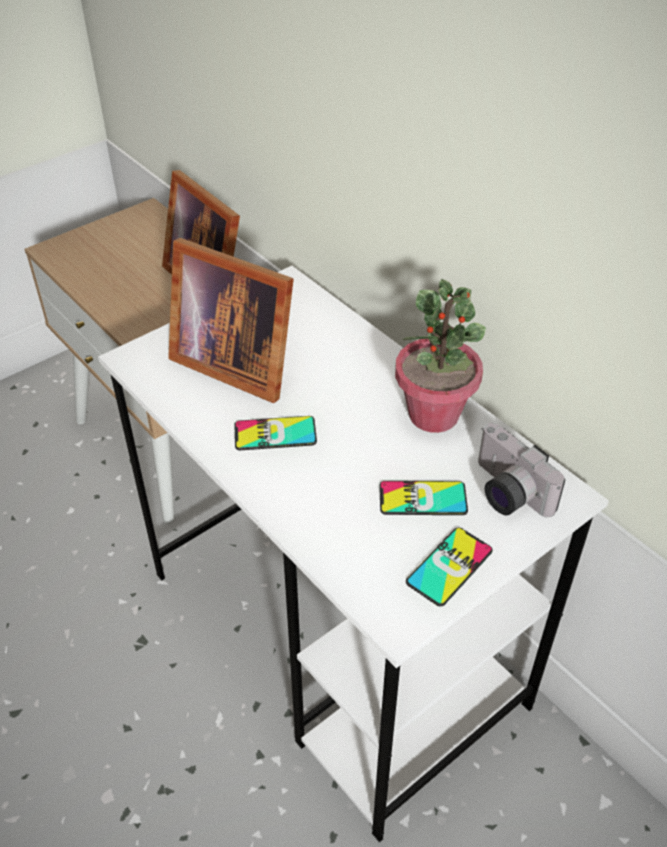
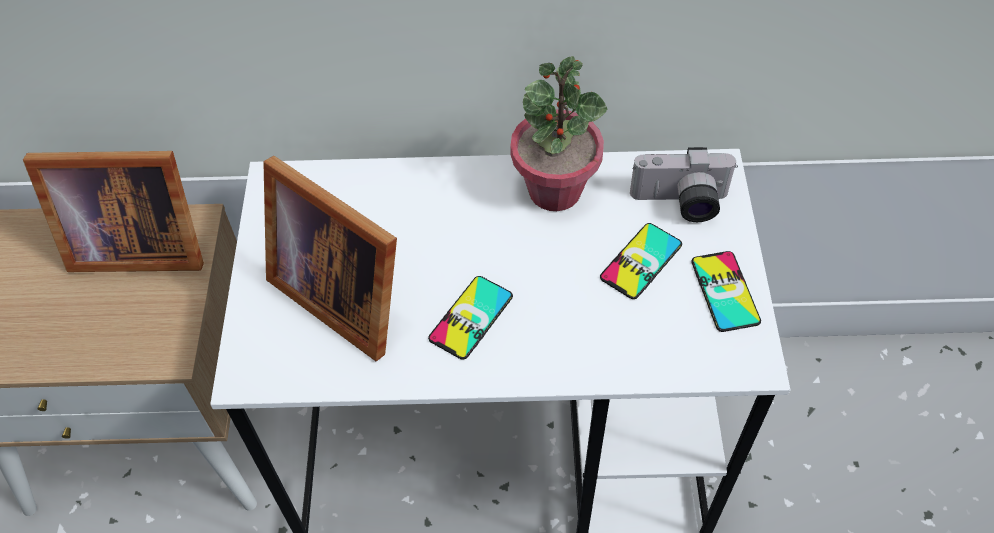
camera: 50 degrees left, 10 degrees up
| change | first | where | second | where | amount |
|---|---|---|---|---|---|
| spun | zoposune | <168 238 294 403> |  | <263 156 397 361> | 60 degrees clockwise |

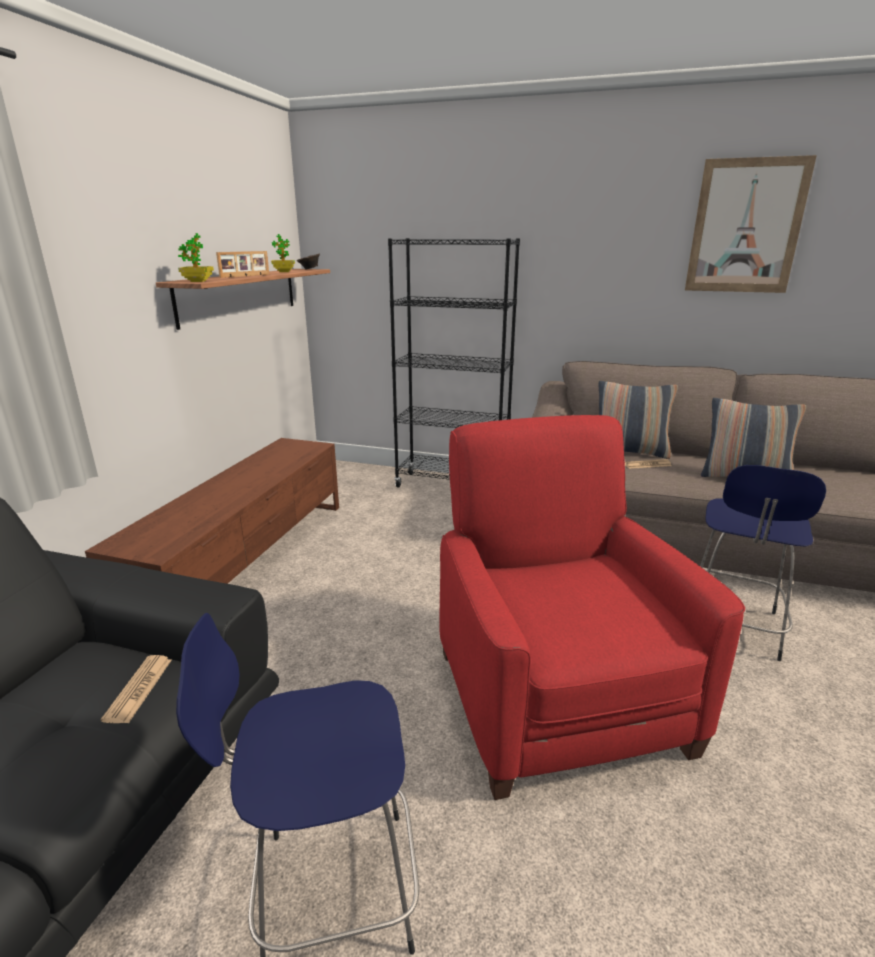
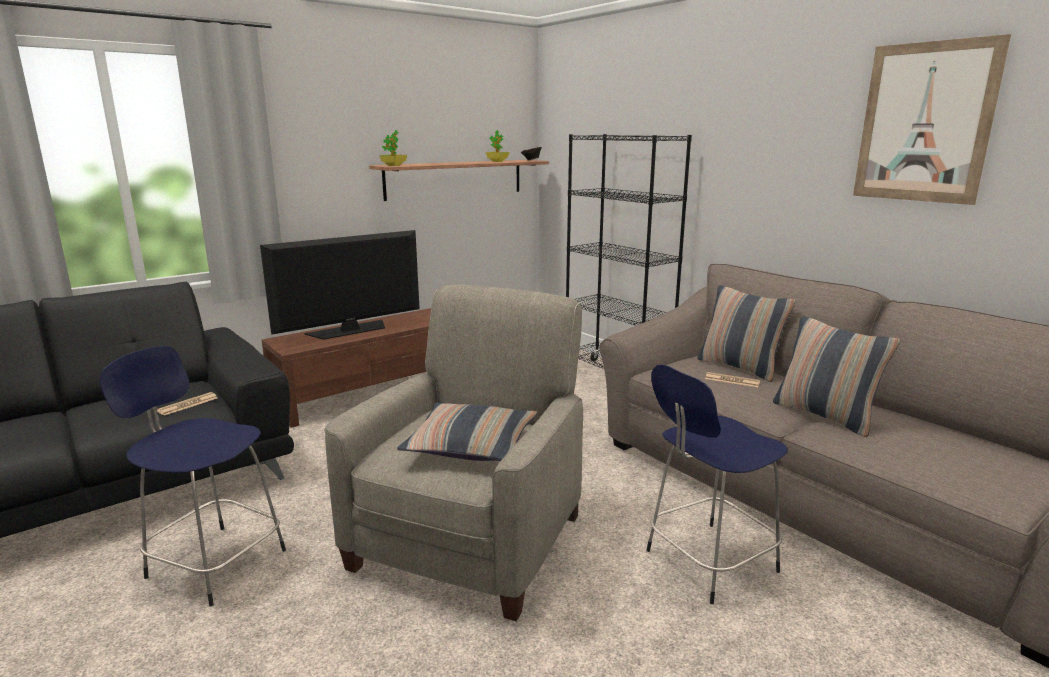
camera: 35 degrees right, 5 degrees down
| change | first | where | second | where | amount |
|---|---|---|---|---|---|
| missing | zoposune | <216 251 269 278> |  |  |  |
| colour | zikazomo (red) | <439 415 745 800> | zikazomo (beige) | <324 285 583 621> |  |
| appeared |  |  | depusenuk | <260 230 420 340> |  |
| appeared |  |  | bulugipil | <397 403 537 461> |  |

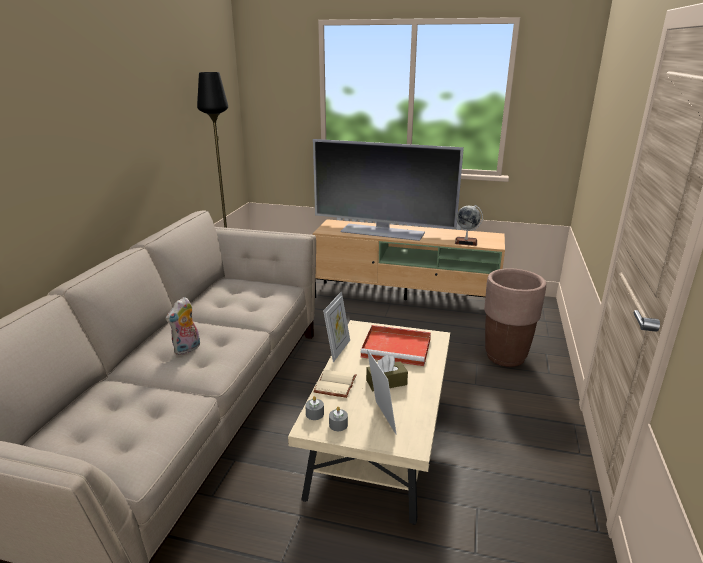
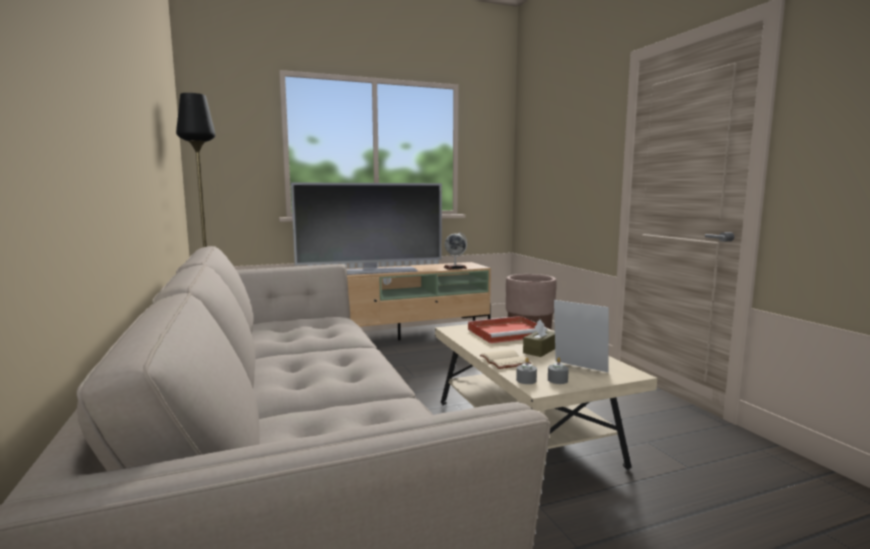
camera: 35 degrees left, 15 degrees down
| change | first | where | second | where | amount |
|---|---|---|---|---|---|
| missing | zoposune | <323 292 350 362> |  |  |  |
| missing | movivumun | <166 297 200 355> |  |  |  |

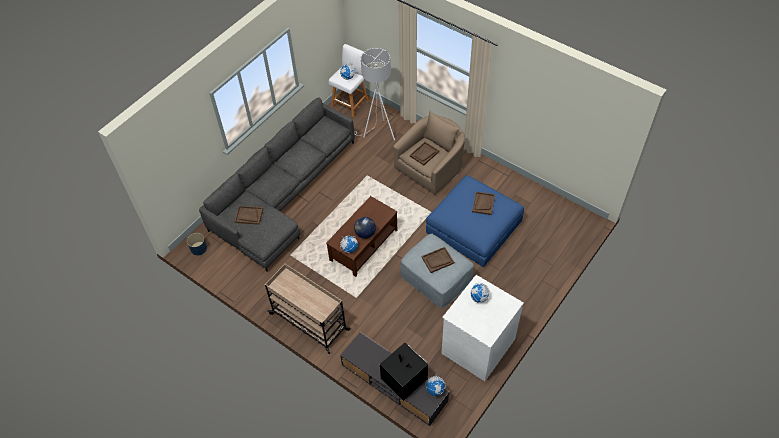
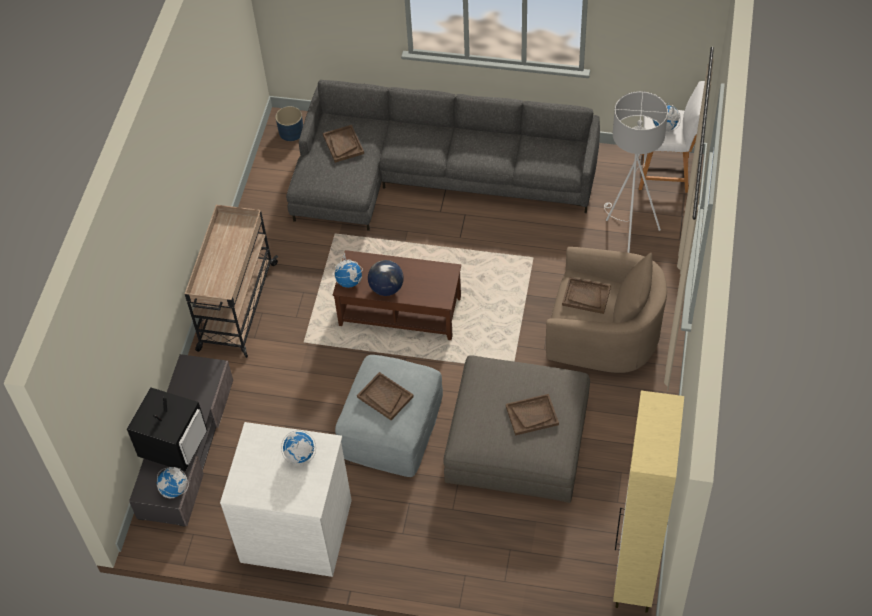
camera: 65 degrees right, 0 degrees up
| change | first | where | second | where | amount |
|---|---|---|---|---|---|
| colour | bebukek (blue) | <426 175 524 267> | bebukek (grey) | <443 355 590 503> |  |
| appeared |  |  | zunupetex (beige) | <613 390 684 613> |  |

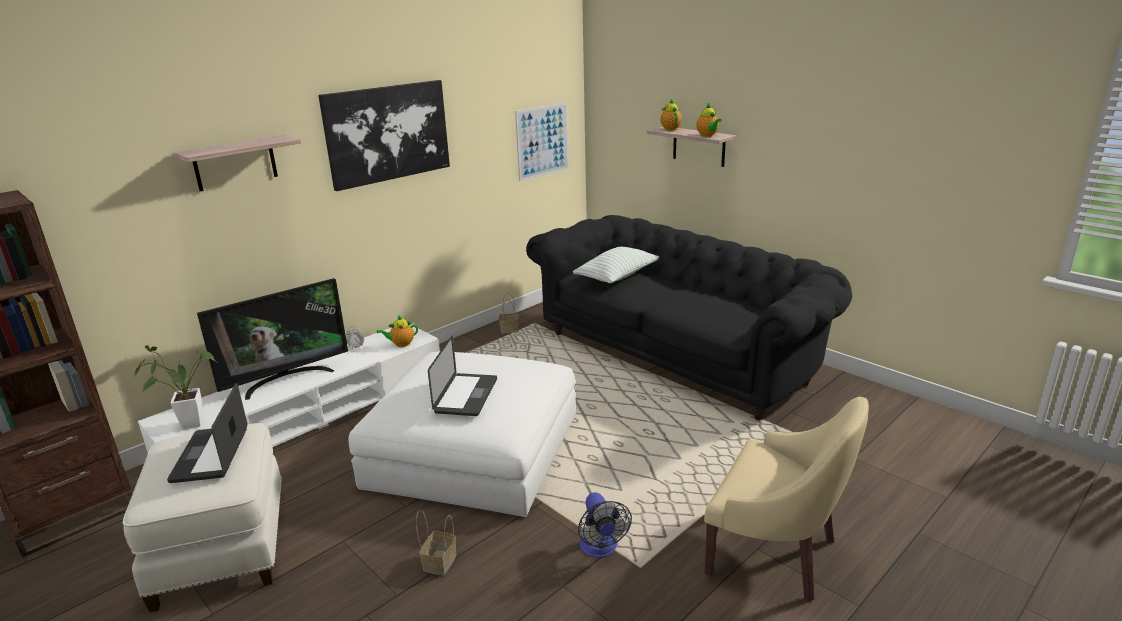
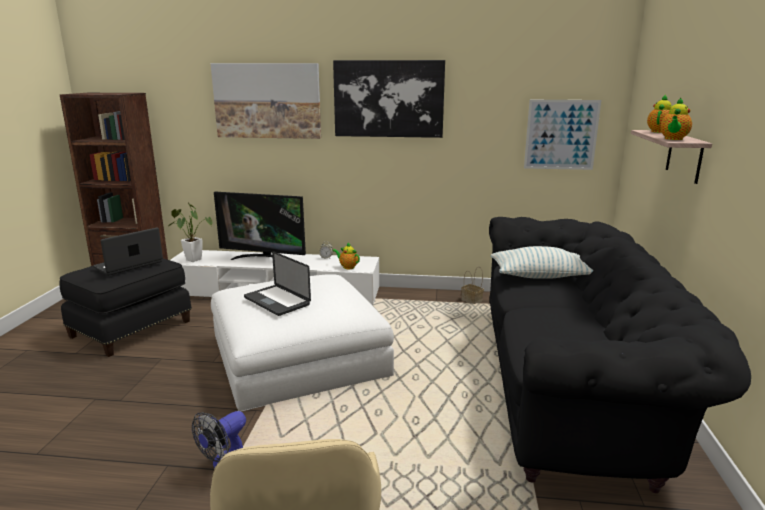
camera: 50 degrees right, 5 degrees down
| change | first | where | second | where | amount |
|---|---|---|---|---|---|
| exchanged | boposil | <173 135 301 191> | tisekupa | <211 63 321 139> |  |
| spun | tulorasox | <428 336 497 416> |  | <244 251 311 316> | 75 degrees clockwise |
| colour | bebukek (white) | <123 423 282 613> | bebukek (black) | <59 258 192 357> |  |
| missing | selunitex | <416 510 456 576> |  |  |  |

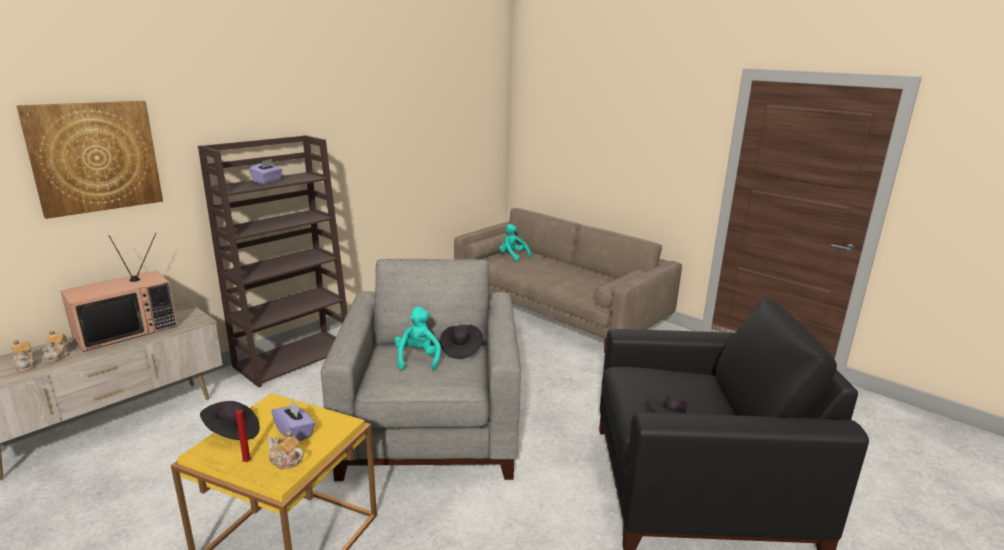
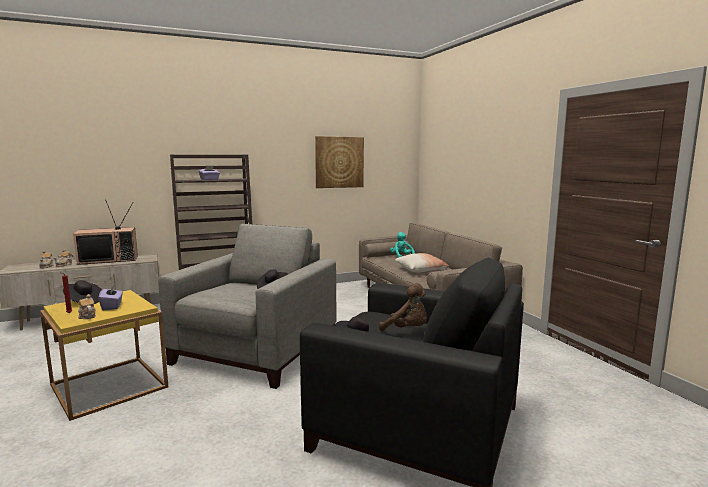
camera: 25 degrees right, 10 degrees down
| change | first | where | second | where | amount |
|---|---|---|---|---|---|
| relocated | tisekupa | <17 101 163 219> |  | <315 136 364 188> |  |
| missing | movivumun (turquoise) | <394 307 441 371> |  |  |  |
| appeared |  |  | bulugipil | <395 253 450 273> |  |
| appeared |  |  | movivumun (brown) | <379 283 427 331> |  |

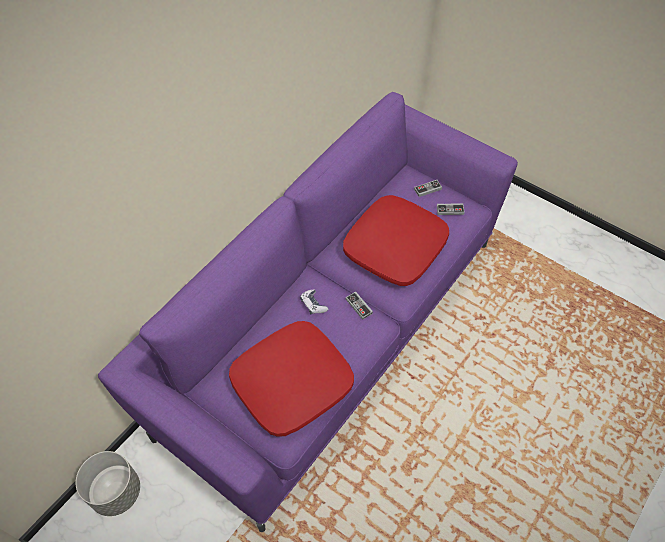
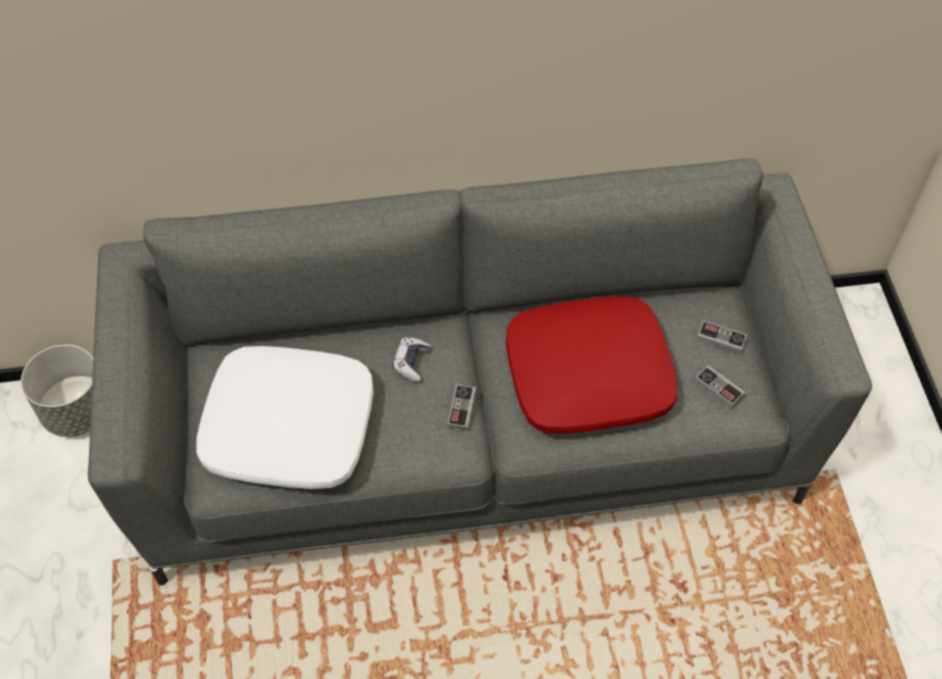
camera: 45 degrees right, 0 degrees up
| change | first | where | second | where | amount |
|---|---|---|---|---|---|
| colour | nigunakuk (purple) | <98 92 518 532> | nigunakuk (grey) | <88 158 872 586> |  |
| colour | bulugipil (red) | <229 321 354 437> | bulugipil (white) | <196 346 374 489> |  |

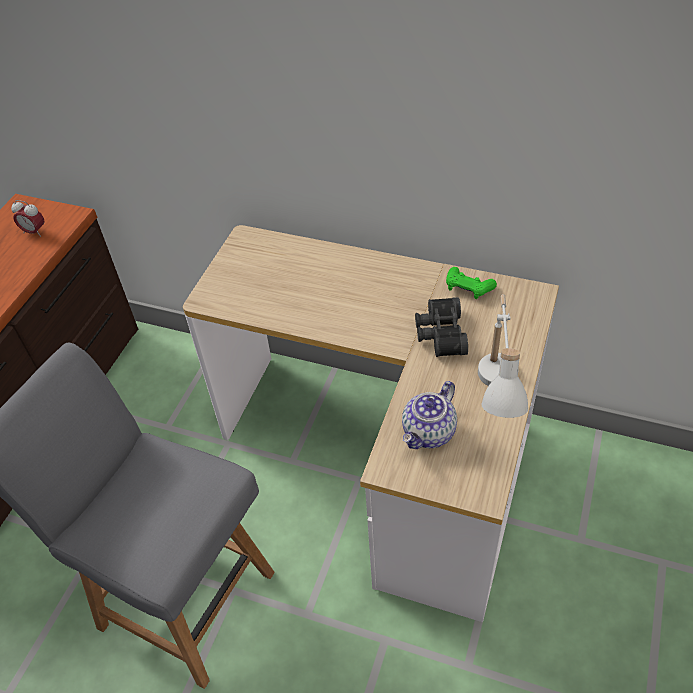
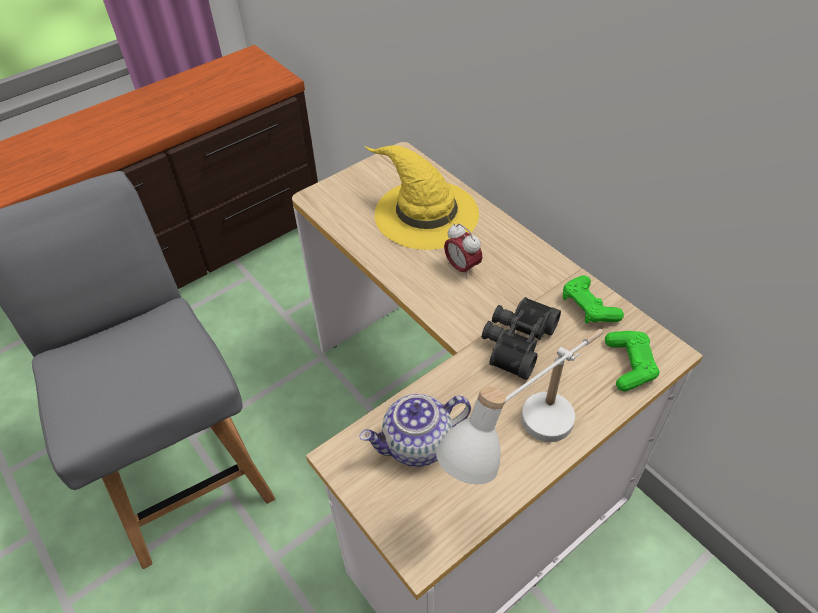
camera: 30 degrees right, 0 degrees up
| change | first | where | second | where | amount |
|---|---|---|---|---|---|
| relocated | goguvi | <11 200 45 237> |  | <444 223 482 279> |  |
| appeared |  |  | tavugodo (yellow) | <365 145 479 250> |  |
| appeared |  |  | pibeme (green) | <605 331 660 391> |  |

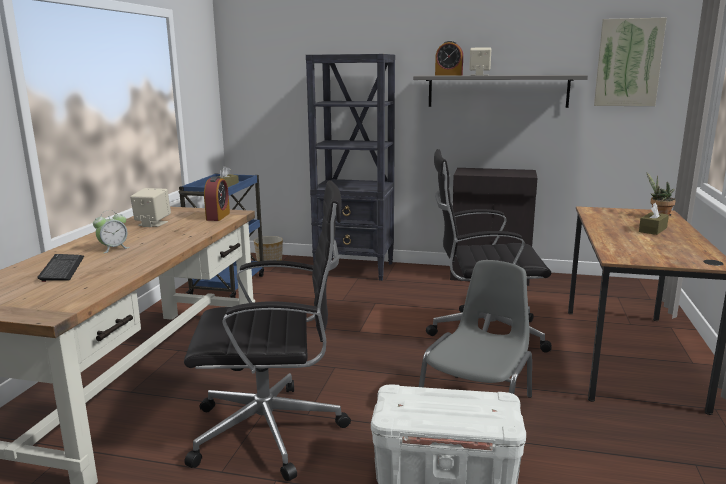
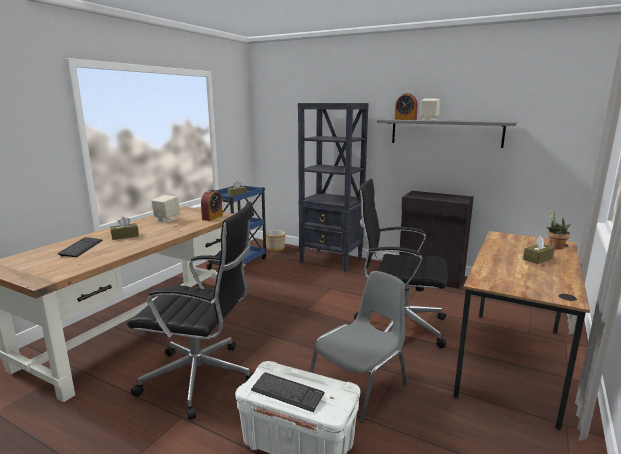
camera: 15 degrees right, 0 degrees up
| change | first | where | second | where | amount |
|---|---|---|---|---|---|
| missing | tisekupa | <594 17 667 106> |  |  |  |
| exchanged | goguvi | <93 210 130 253> | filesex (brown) | <110 217 139 240> |  |
| appeared |  |  | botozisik | <251 372 324 412> |  |

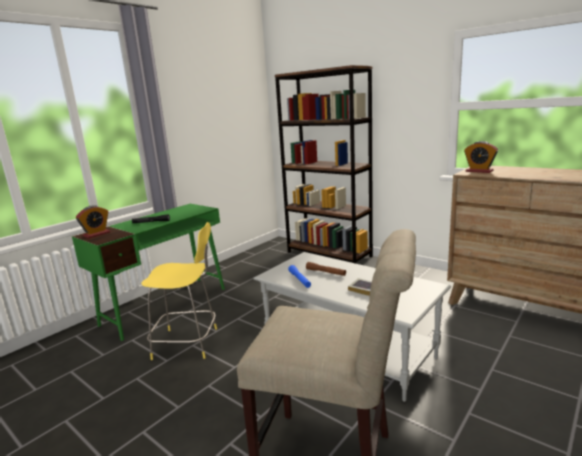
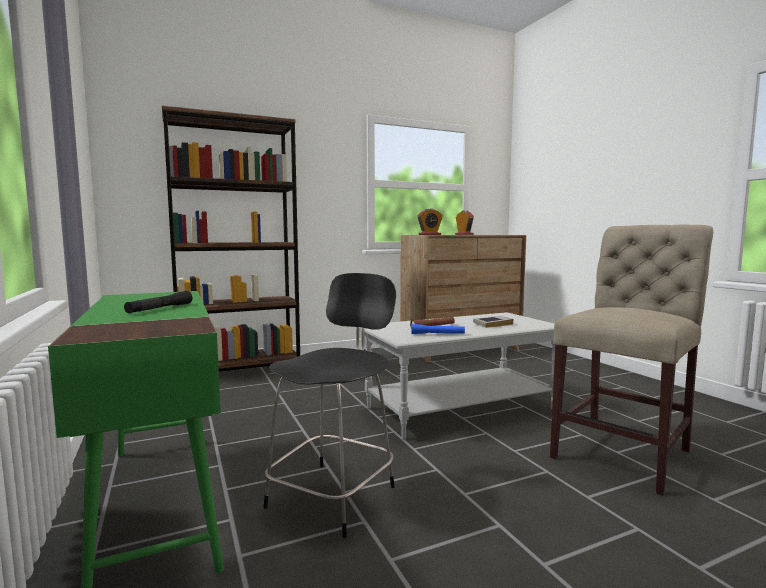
camera: 65 degrees left, 10 degrees down
| change | first | where | second | where | amount |
|---|---|---|---|---|---|
| relocated | goguvi | <76 205 110 239> |  | <455 210 474 235> |  |
| colour | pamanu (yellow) | <141 222 217 360> | pamanu (black) | <263 273 396 538> |  |

